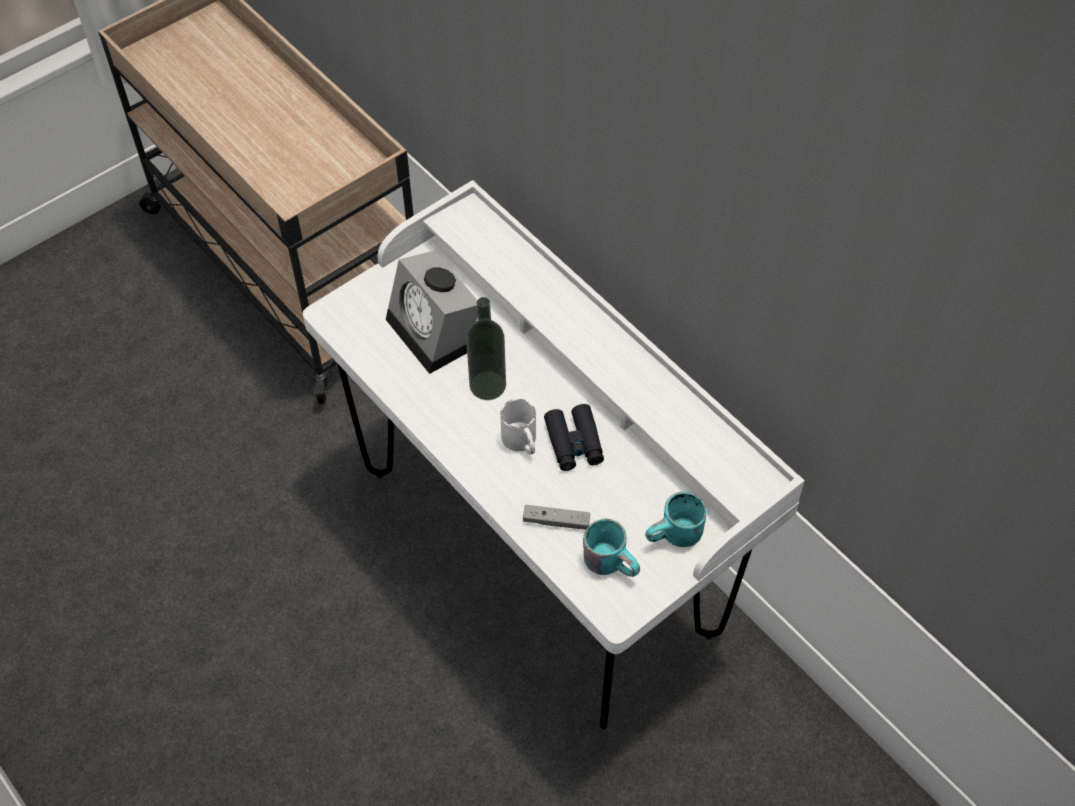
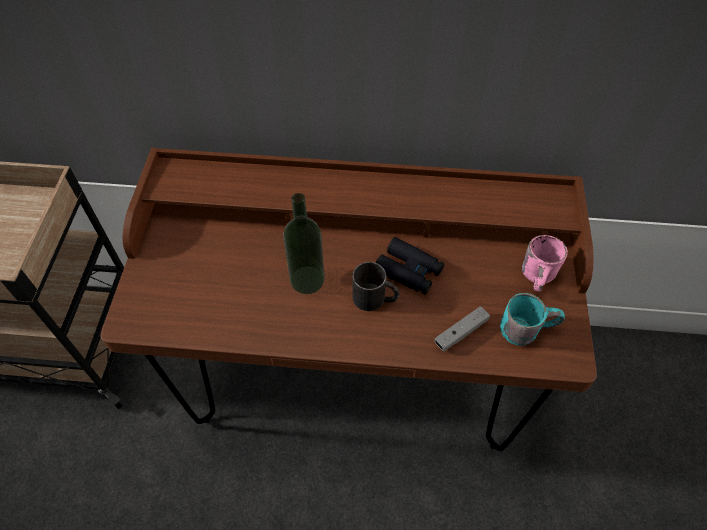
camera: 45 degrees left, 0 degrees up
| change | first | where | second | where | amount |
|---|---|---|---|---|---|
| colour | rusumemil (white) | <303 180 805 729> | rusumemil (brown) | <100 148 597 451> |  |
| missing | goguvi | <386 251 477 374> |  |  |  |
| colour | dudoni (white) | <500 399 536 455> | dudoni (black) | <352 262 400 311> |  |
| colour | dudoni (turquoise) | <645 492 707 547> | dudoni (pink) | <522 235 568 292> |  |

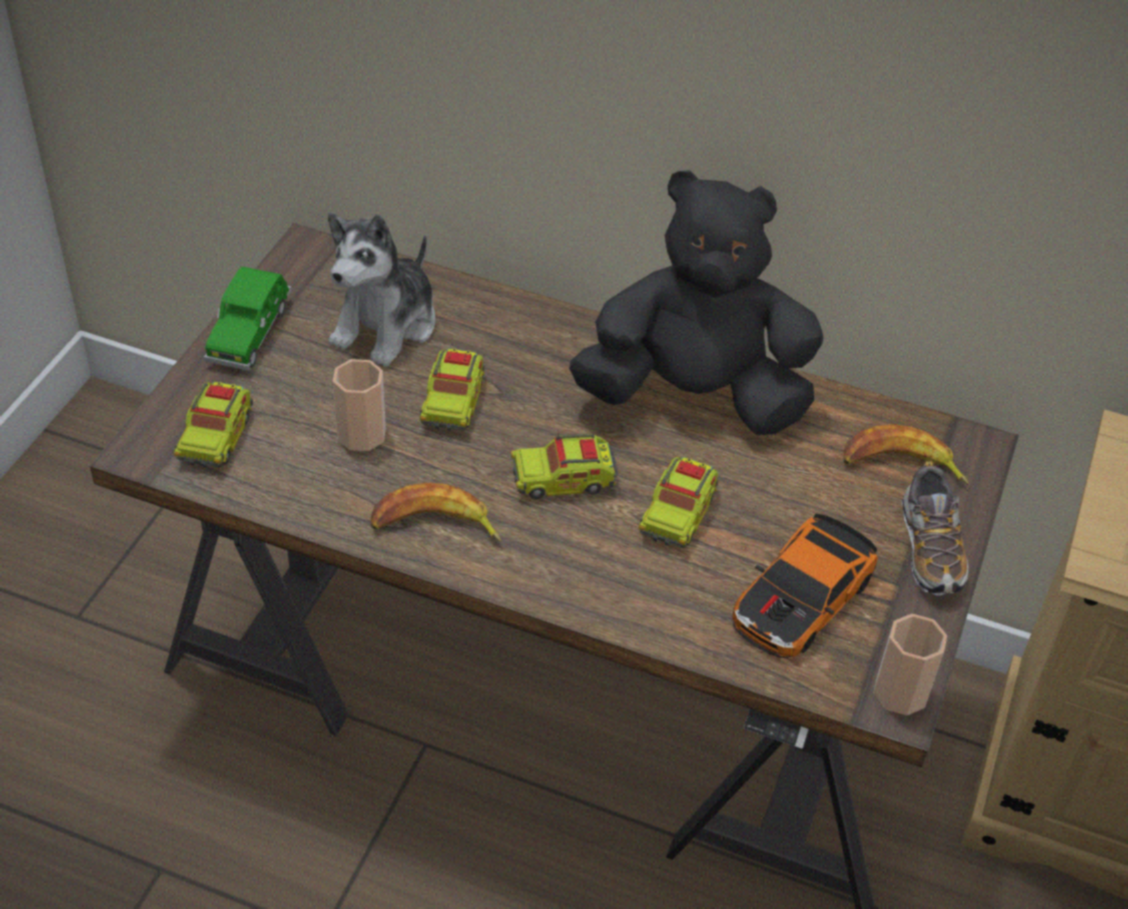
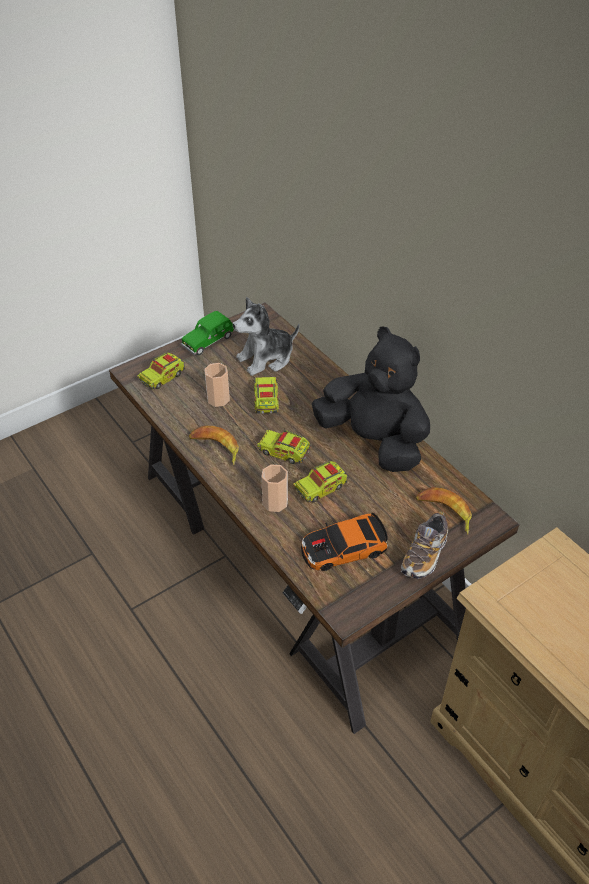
camera: 35 degrees right, 0 degrees up
| change | first | where | second | where | amount |
|---|---|---|---|---|---|
| spun | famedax | <420 349 485 431> |  | <254 377 279 414> | 135 degrees clockwise |
| relocated | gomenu | <873 614 947 715> |  | <261 464 288 512> |  |

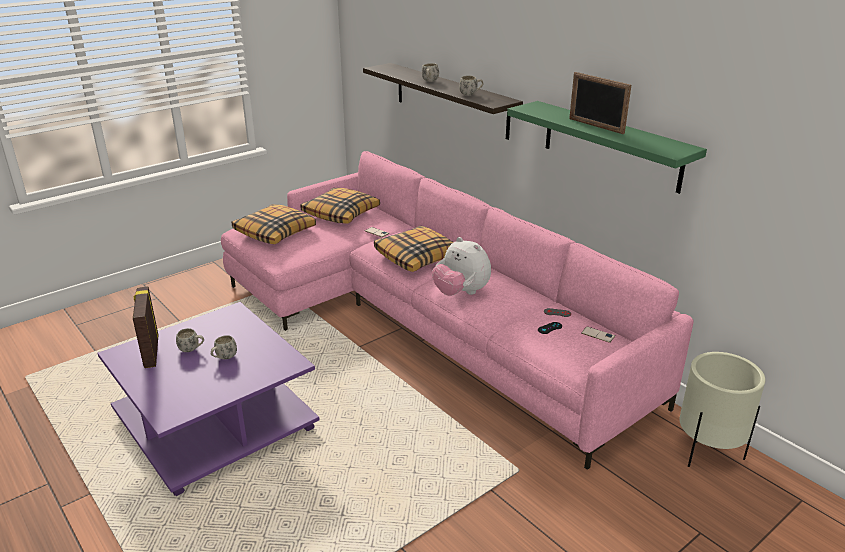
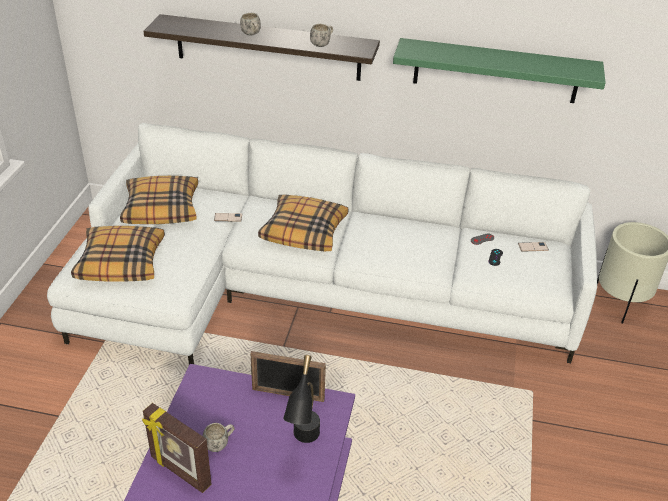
camera: 40 degrees left, 10 degrees up
| change | first | where | second | where | amount |
|---|---|---|---|---|---|
| relocated | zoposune | <569 72 631 134> |  | <250 351 326 402> |  |
| colour | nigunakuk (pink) | <221 151 694 470> | nigunakuk (white) | <47 123 597 365> |  |
| missing | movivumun | <432 237 491 296> |  |  |  |
| missing | dudoni (white) | <210 335 237 360> |  |  |  |
| appeared |  |  | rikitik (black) | <283 355 320 443> |  |

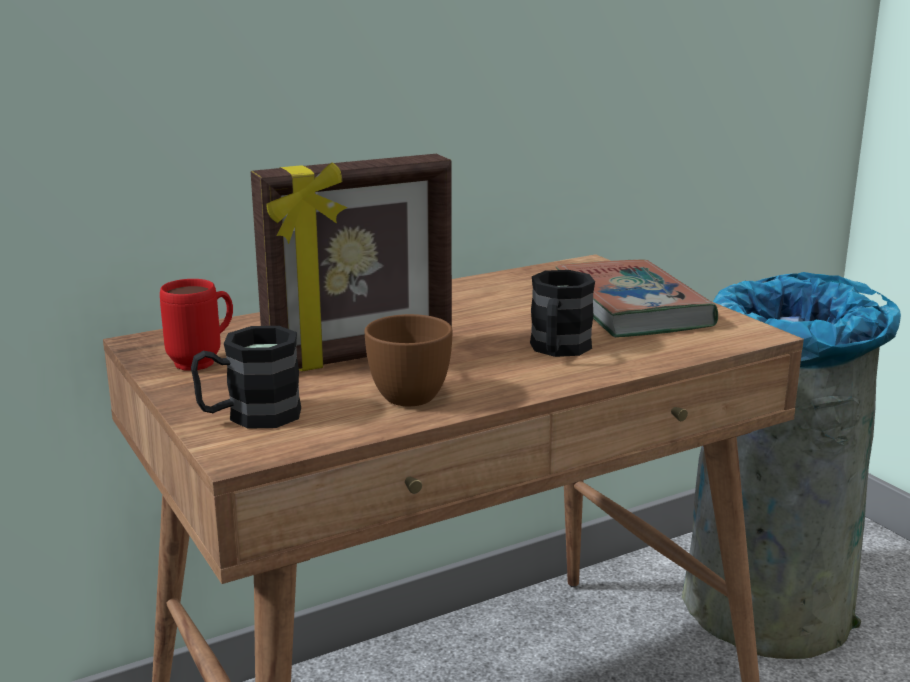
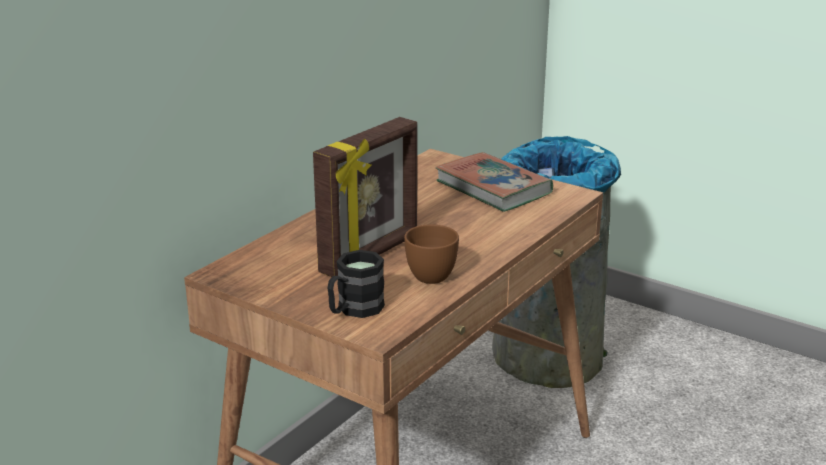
camera: 25 degrees left, 5 degrees up
| change | first | where | second | where | amount |
|---|---|---|---|---|---|
| missing | dudoni (black) | <530 270 595 357> |  |  |  |
| missing | dudoni (red) | <160 279 233 371> |  |  |  |

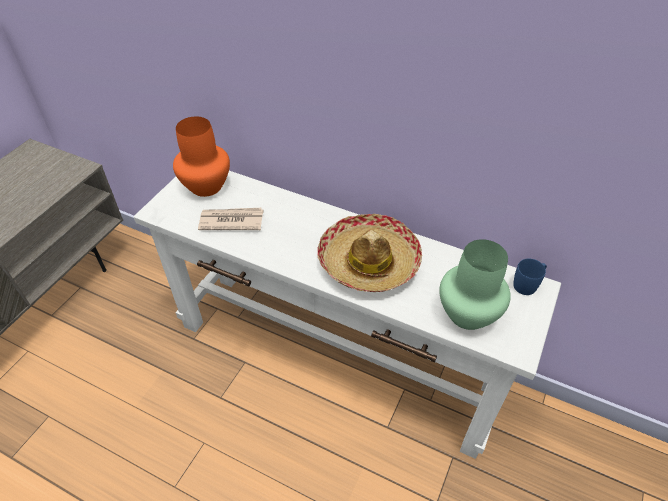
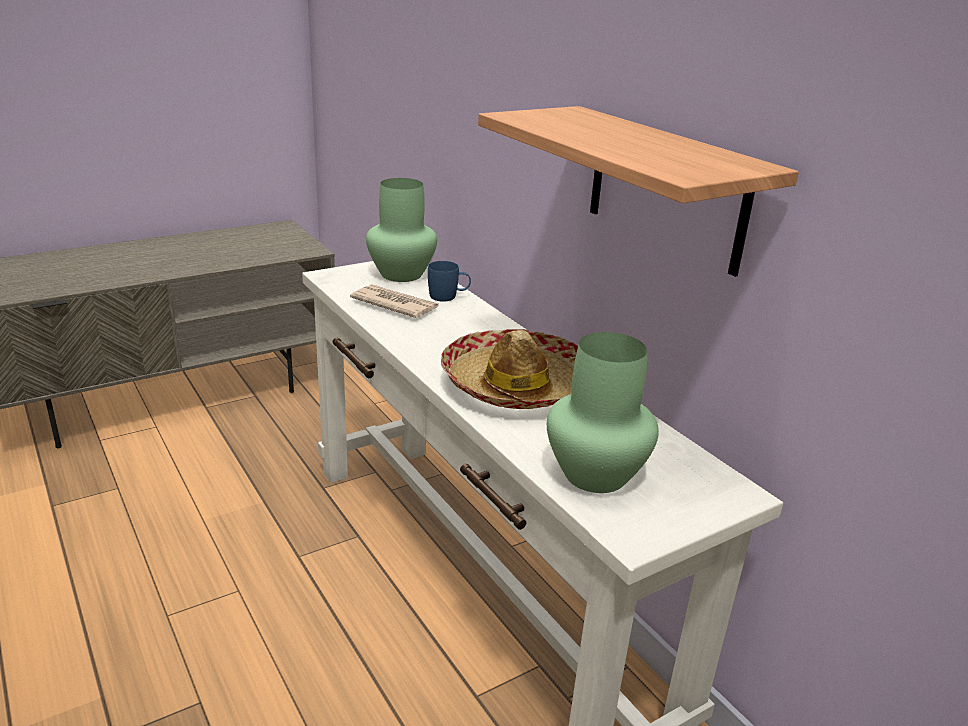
camera: 30 degrees right, 20 degrees down
| change | first | where | second | where | amount |
|---|---|---|---|---|---|
| colour | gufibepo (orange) | <173 116 230 197> | gufibepo (green) | <366 178 437 282> |  |
| relocated | dudoni (blue) | <513 259 547 295> |  | <428 261 471 302> |  |
| appeared |  |  | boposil | <478 106 799 277> |  |

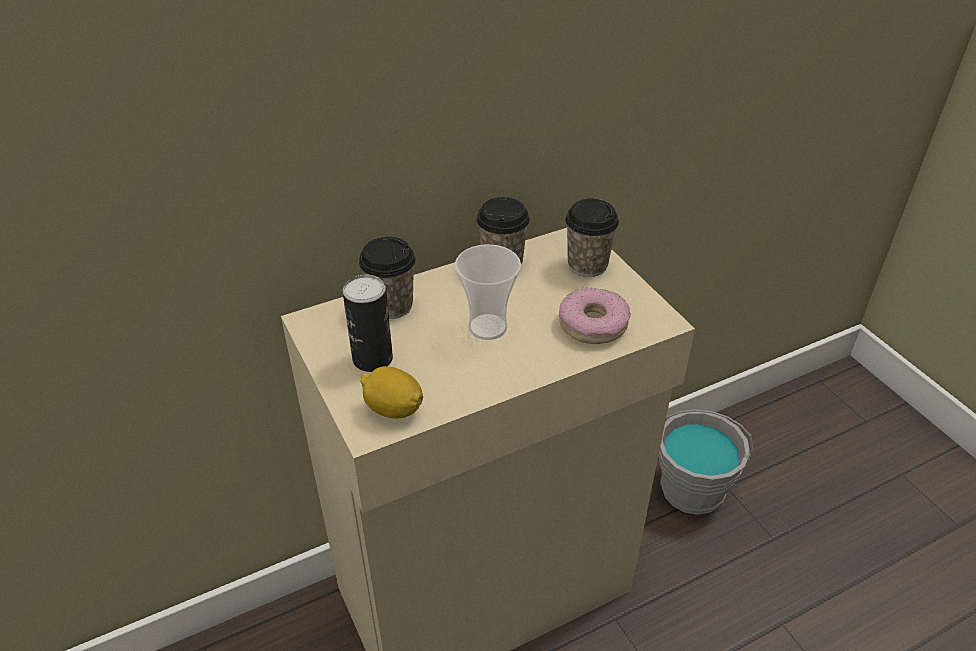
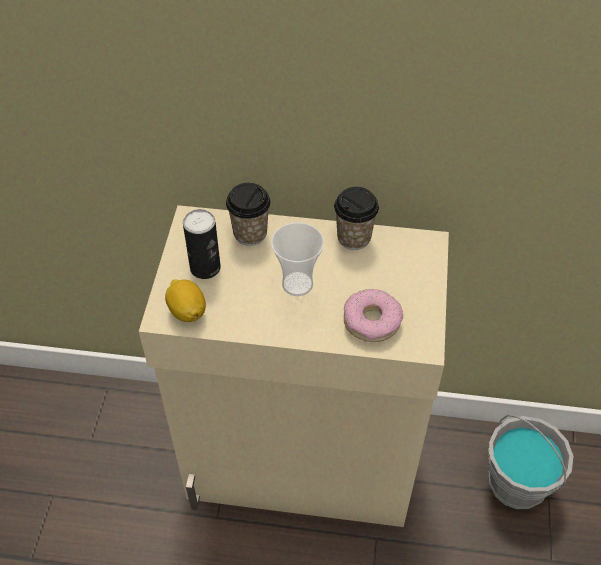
camera: 35 degrees right, 10 degrees up
| change | first | where | second | where | amount |
|---|---|---|---|---|---|
| missing | gomenu | <565 199 619 277> |  |  |  |

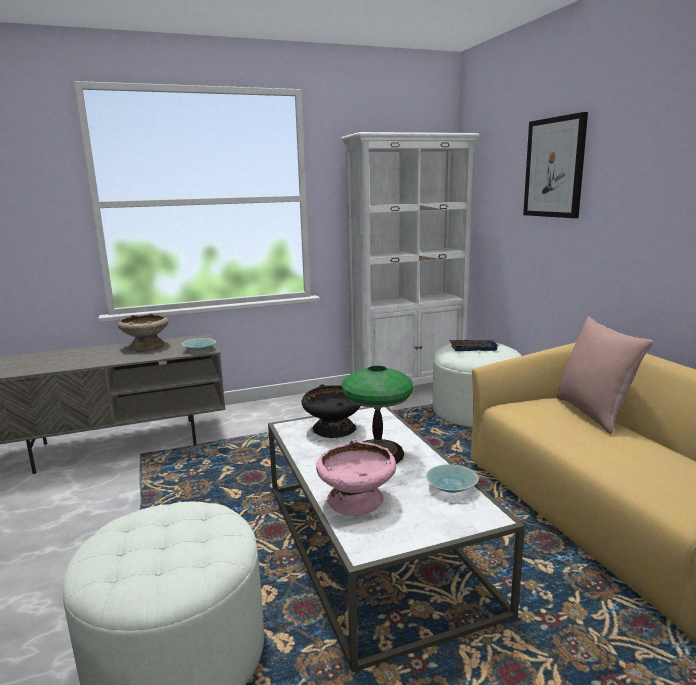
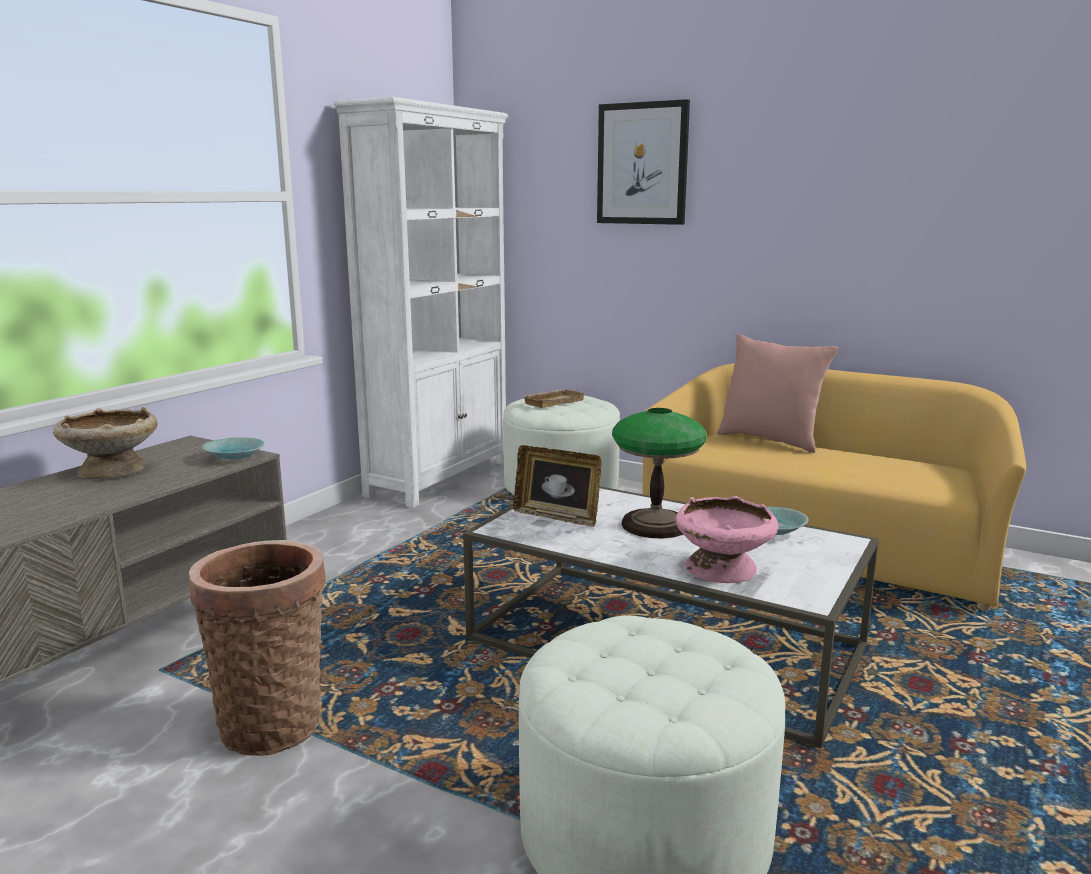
camera: 40 degrees left, 0 degrees up
| change | first | where | second | where | amount |
|---|---|---|---|---|---|
| colour | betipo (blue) | <449 340 499 351> | betipo (beige) | <523 389 585 408> |  |
| exchanged | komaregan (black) | <301 384 361 438> | zoposune | <513 445 601 527> |  |
| appeared |  |  | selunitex | <189 540 326 756> |  |

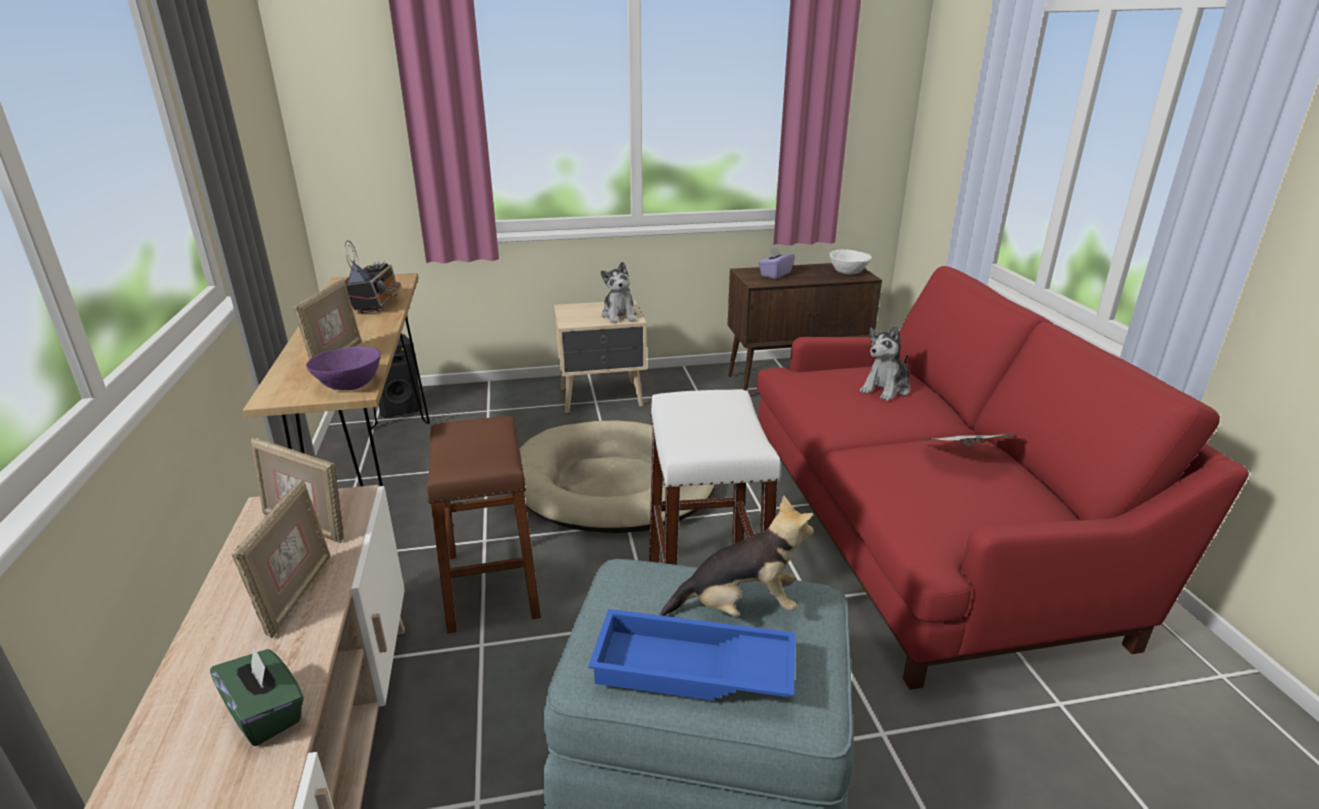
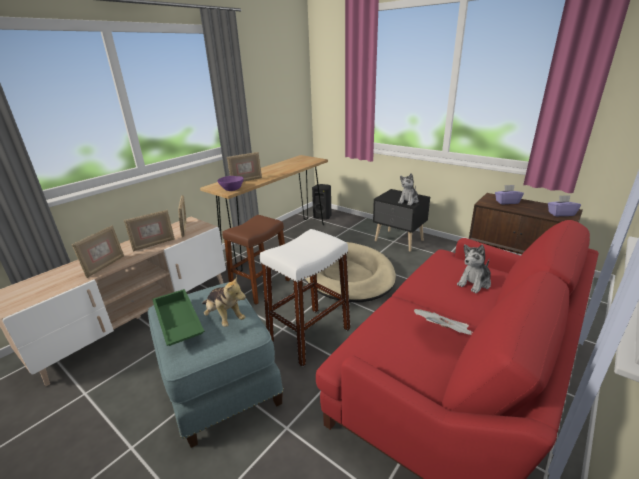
camera: 50 degrees right, 0 degrees up
| change | first | where | second | where | amount |
|---|---|---|---|---|---|
| missing | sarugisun | <344 240 402 314> |  |  |  |
| exchanged | komaregan (white) | <830 249 872 275> | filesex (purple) | <548 195 581 216> |  |
| colour | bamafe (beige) | <554 300 647 413> | bamafe (black) | <373 189 430 252> |  |
| spun | movivumun | <860 326 910 401> |  | <457 244 491 293> | 45 degrees counterclockwise |
| colour | betipo (blue) | <588 609 796 701> | betipo (green) | <152 289 205 346> |  |
| exchanged | filesex (green) | <210 647 304 746> | zoposune | <72 225 124 278> |  |

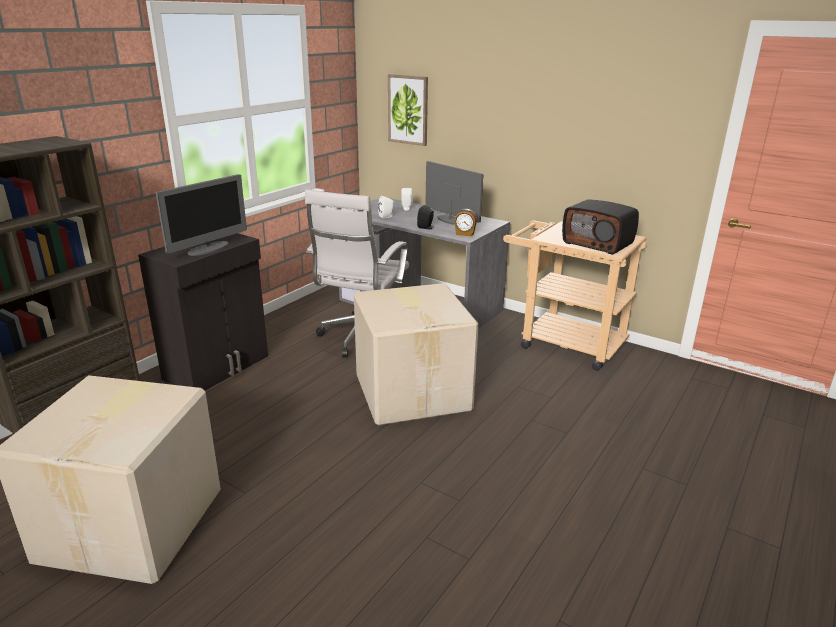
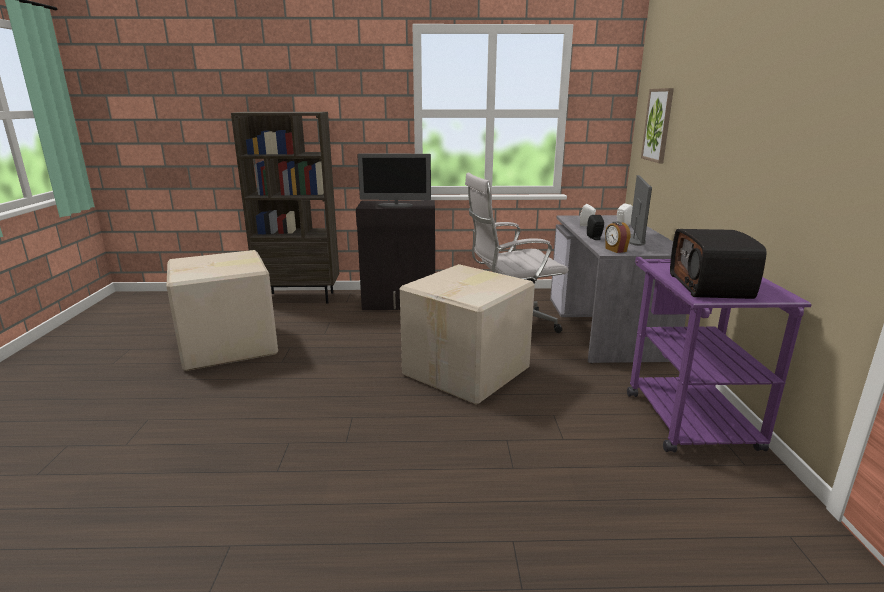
camera: 55 degrees right, 5 degrees down
| change | first | where | second | where | amount |
|---|---|---|---|---|---|
| colour | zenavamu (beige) | <503 220 646 370> | zenavamu (purple) | <627 257 812 452> |  |

